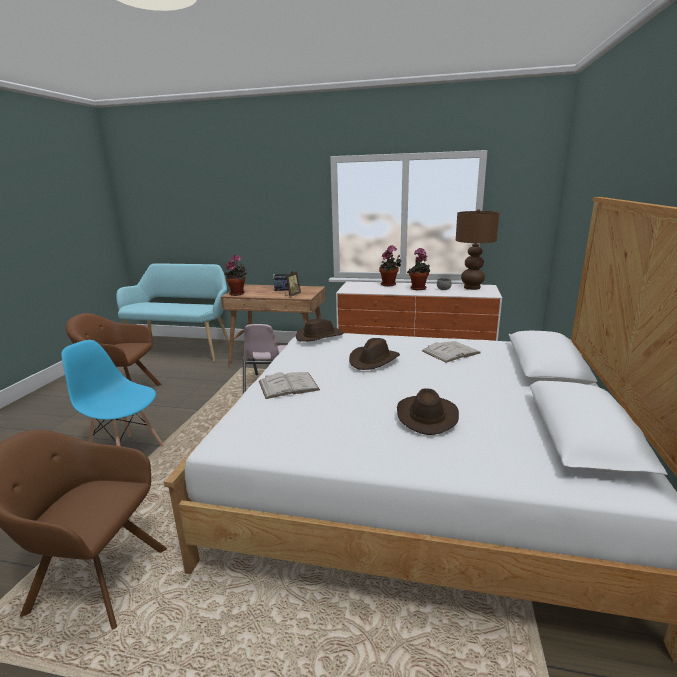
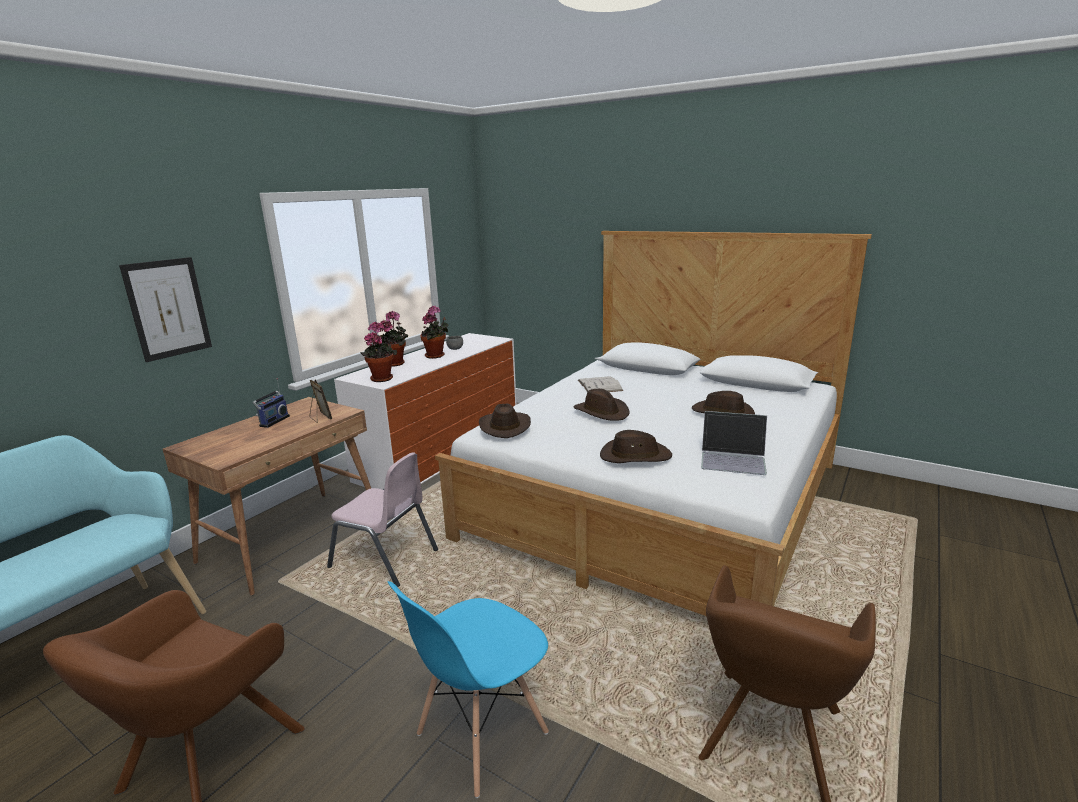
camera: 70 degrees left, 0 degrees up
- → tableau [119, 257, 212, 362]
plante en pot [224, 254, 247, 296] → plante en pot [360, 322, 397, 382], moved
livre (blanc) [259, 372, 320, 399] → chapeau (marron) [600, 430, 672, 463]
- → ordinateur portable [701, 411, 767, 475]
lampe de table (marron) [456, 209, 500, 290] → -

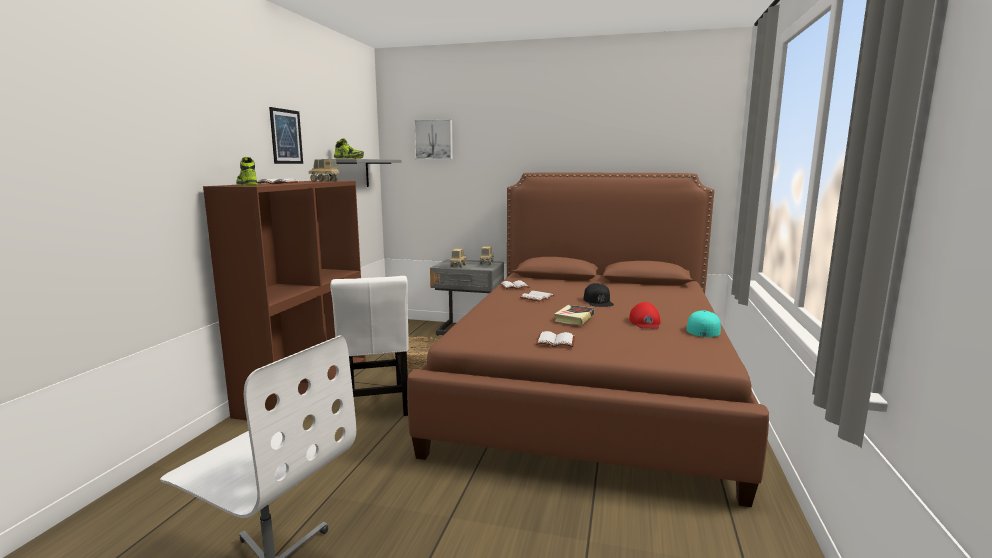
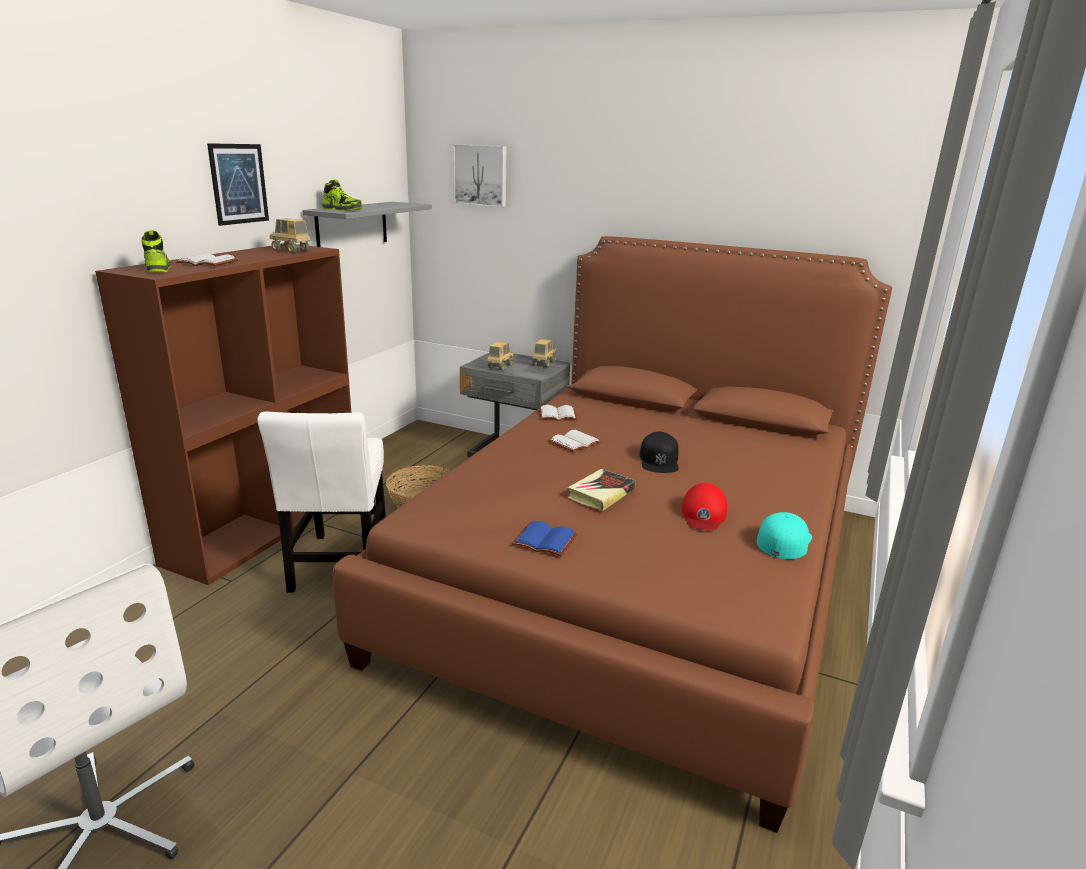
camera: 10 degrees right, 10 degrees up
livre (blanc) [536, 331, 575, 347] → livre (bleu) [511, 521, 578, 557]

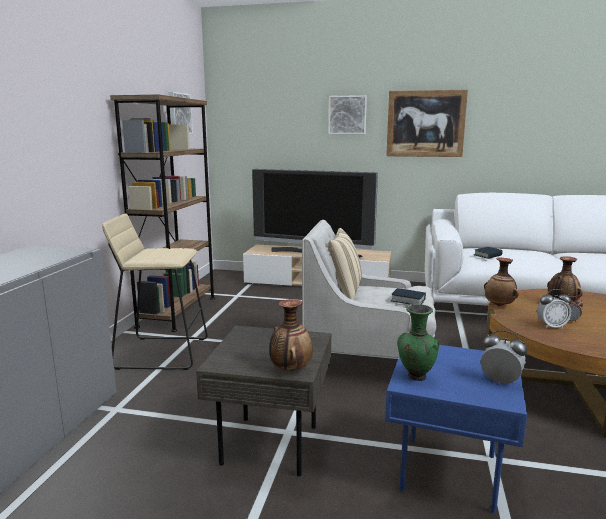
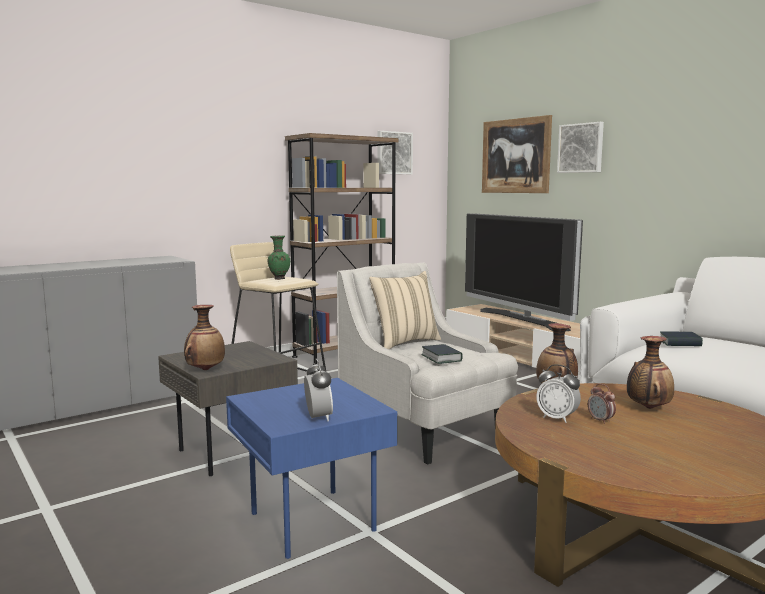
camera: 40 degrees right, 5 degrees down
vase (vert) [397, 304, 439, 381] → vase (vert) [268, 235, 290, 280], moved
tableau [386, 90, 468, 157] → tableau [482, 115, 552, 193], moved

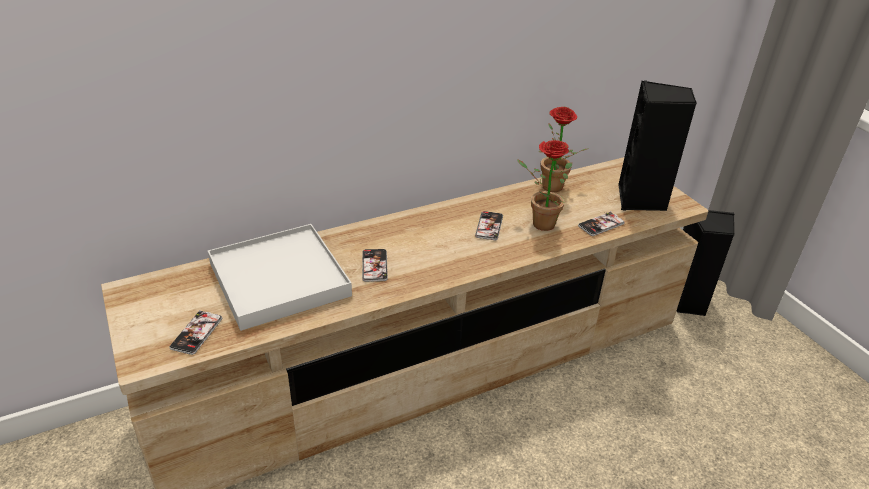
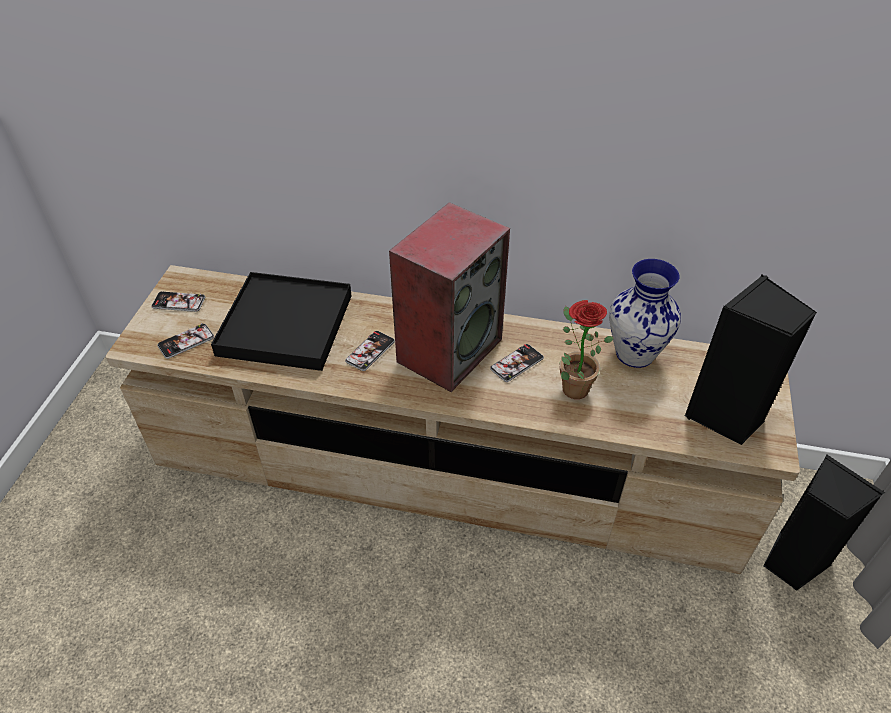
camera: 40 degrees right, 10 degrees up
téléphone [578, 211, 625, 236] → téléphone [151, 291, 206, 312], moved
plateau (blanc) [208, 224, 352, 331] → plateau (noir) [211, 272, 352, 371]
- → enceinte [389, 202, 510, 392]
plante en pot [538, 107, 587, 192] → vase [609, 259, 681, 368]

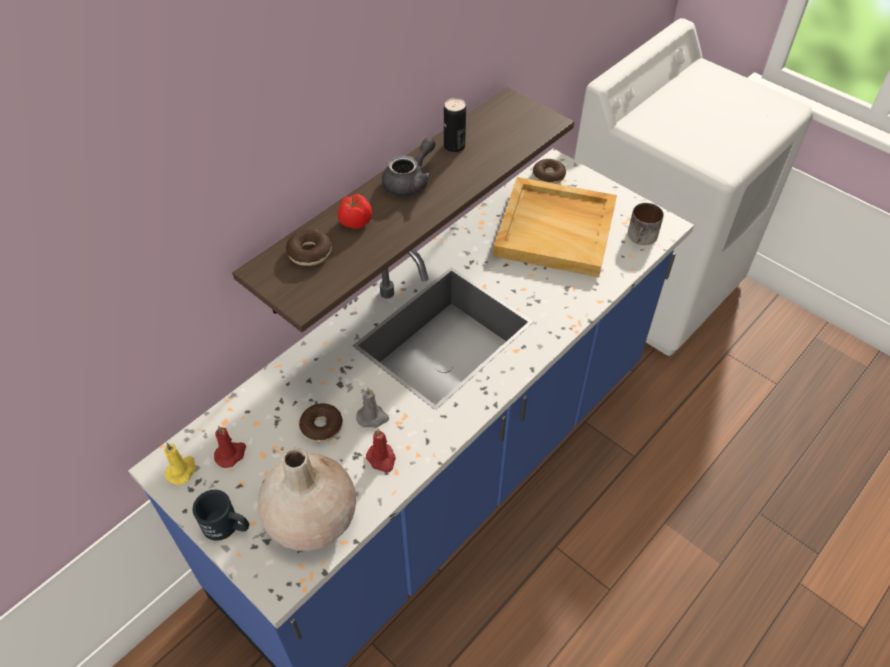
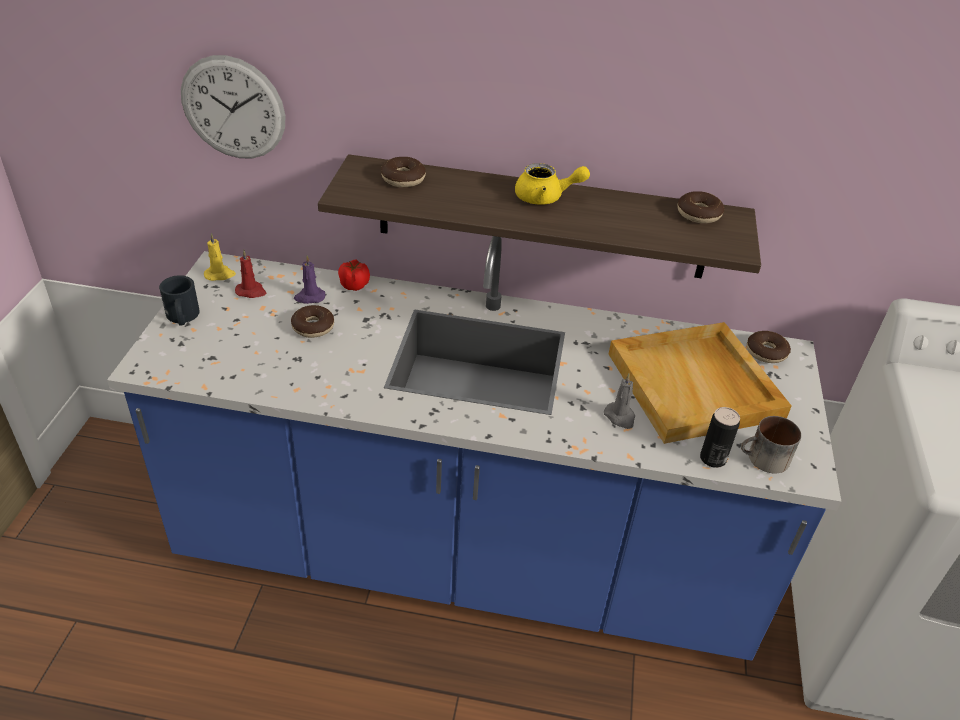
camera: 55 degrees right, 10 degrees down
- → horloge murale [181, 55, 285, 158]
- → bougie (violet) [294, 255, 325, 304]
tomate [338, 194, 372, 229] → tomate [338, 259, 370, 291], moved
théière (gris) [382, 137, 435, 197] → théière (jaune) [515, 163, 590, 205]
bougie (gris) [356, 387, 389, 428] → bougie (gris) [604, 374, 635, 429], moved
- → beignet [677, 191, 724, 223]
boîte métallique [444, 98, 466, 152] → boîte métallique [700, 407, 740, 468], moved
vase (beige) [258, 448, 356, 551] → -
bougie (rouge) [366, 429, 396, 473] → -

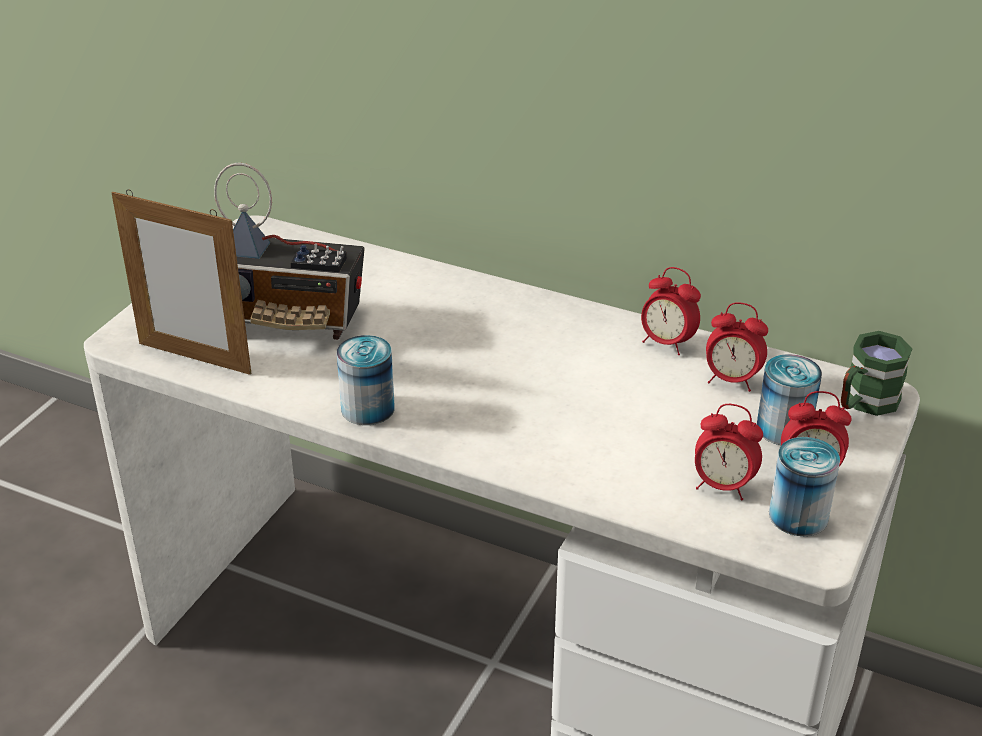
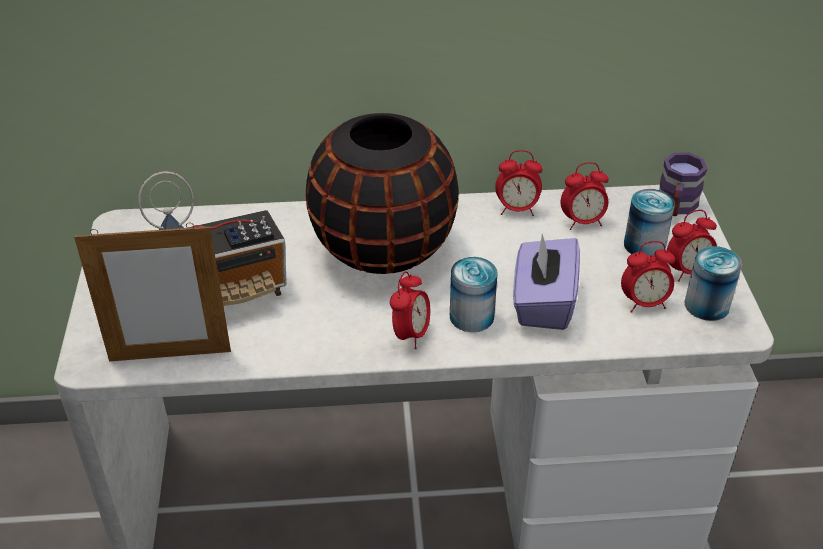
camera: 30 degrees left, 5 degrees up
- → vase (noir) [306, 113, 459, 274]
- → réveil [390, 271, 430, 349]
boîte métallique [337, 335, 395, 425] → boîte métallique [450, 257, 498, 332], moved
- → boîte à mouchoirs (violet) [513, 234, 580, 330]
mug (vert) [841, 331, 912, 416] → mug (violet) [659, 152, 708, 216]

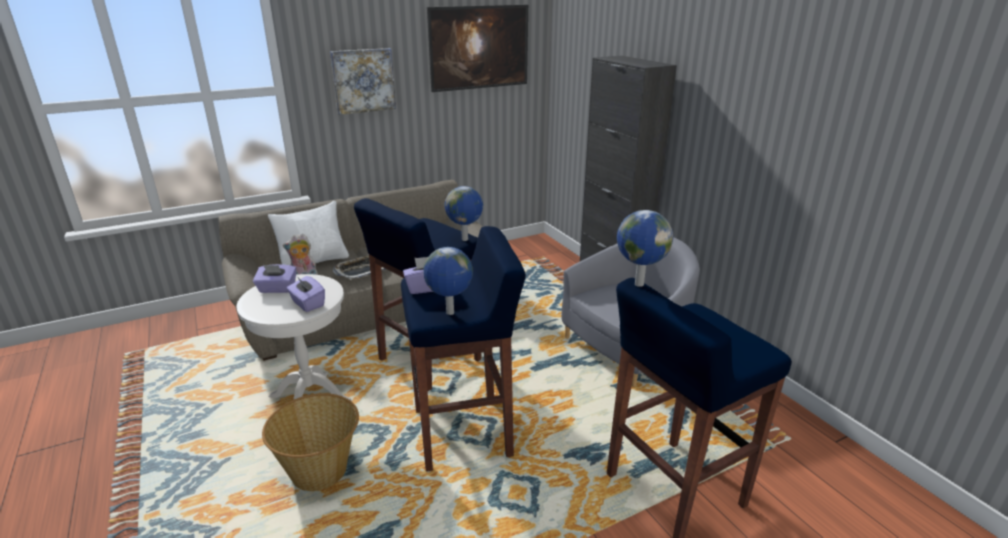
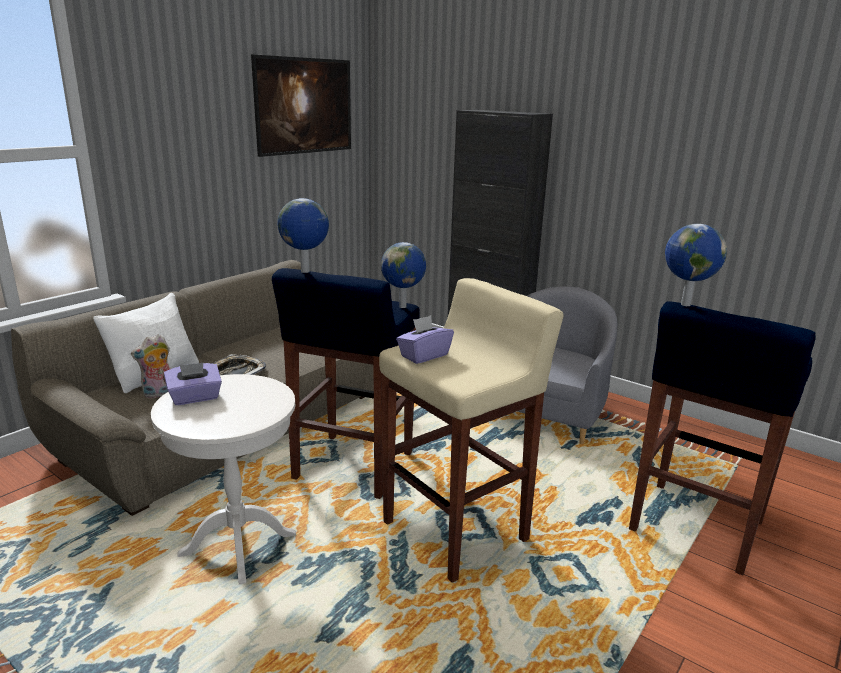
camera: 25 degrees left, 5 degrees down
globe [423, 247, 473, 315] → globe [277, 198, 329, 273], moved
tabouret (bleu) [401, 226, 526, 472] → tabouret (beige) [379, 278, 564, 583]
panier [262, 393, 359, 491] → -
boîte à mouchoirs (violet) [287, 276, 325, 312] → -
tableau [330, 48, 396, 115] → -

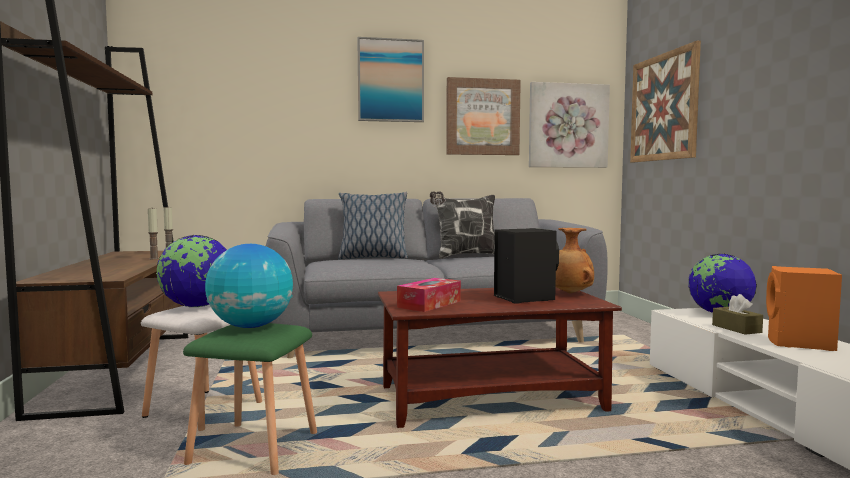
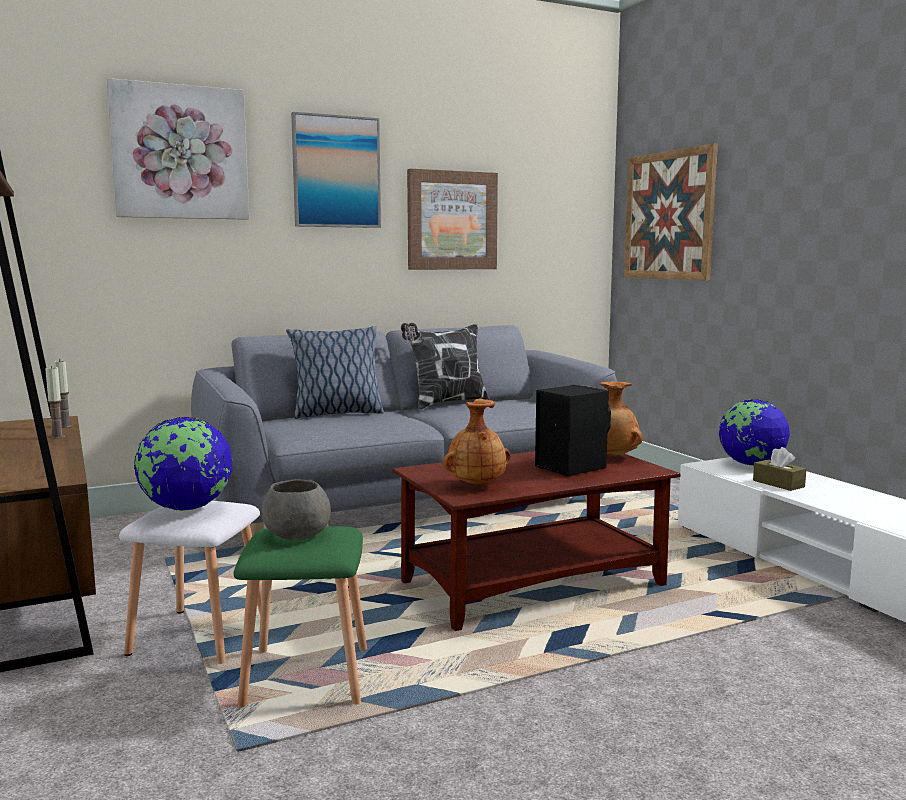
camera: 15 degrees left, 5 degrees up
tableau [529, 82, 610, 168] → tableau [107, 78, 249, 220], moved
globe [205, 244, 293, 328] → bol (gris) [261, 479, 331, 540]
boîte à mouchoirs [397, 278, 461, 312] → vase (marron) [443, 399, 511, 485]
enceinte (orange) [766, 266, 842, 351] → -

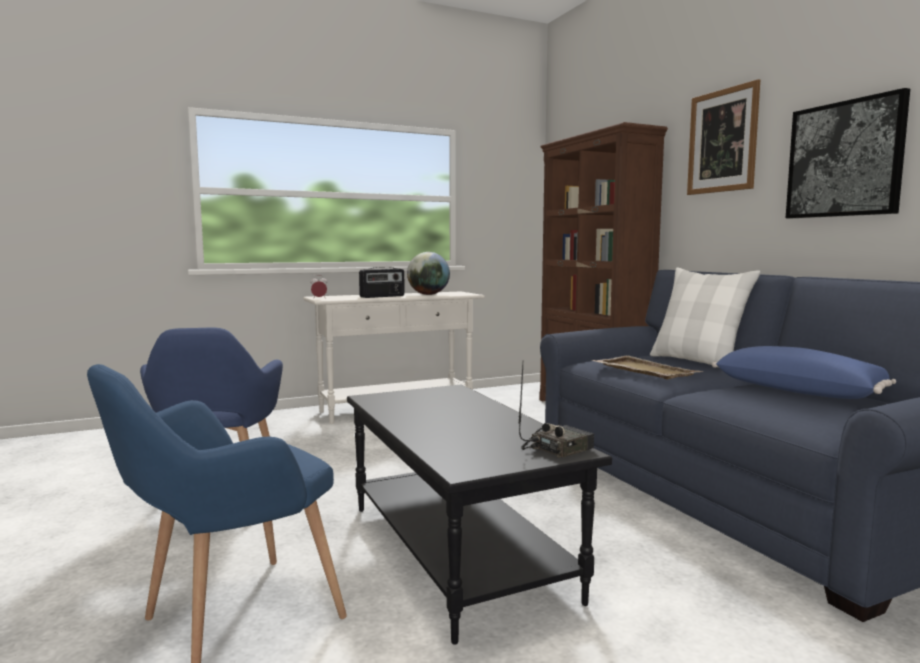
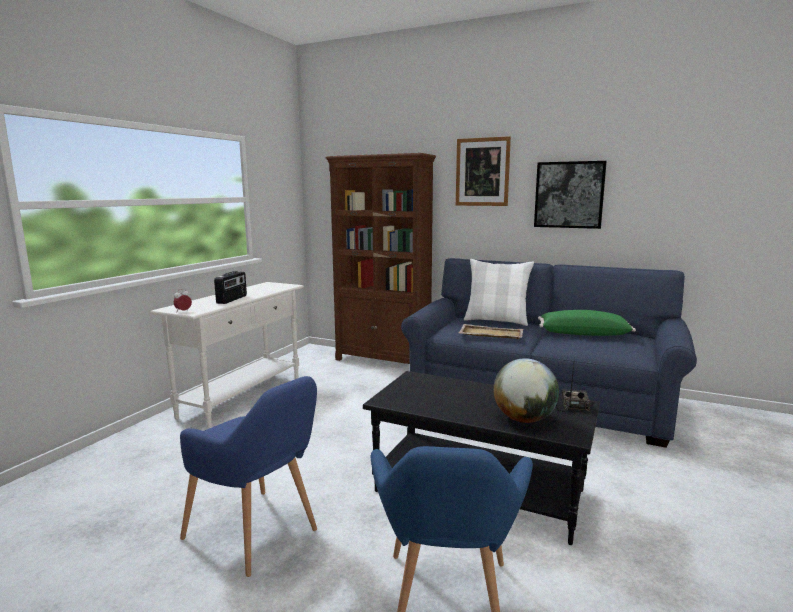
camera: 40 degrees left, 5 degrees up
globe [407, 252, 450, 295] → globe [493, 358, 559, 423], moved
coussin (bleu) [712, 346, 896, 399] → coussin (vert) [538, 310, 636, 336]

